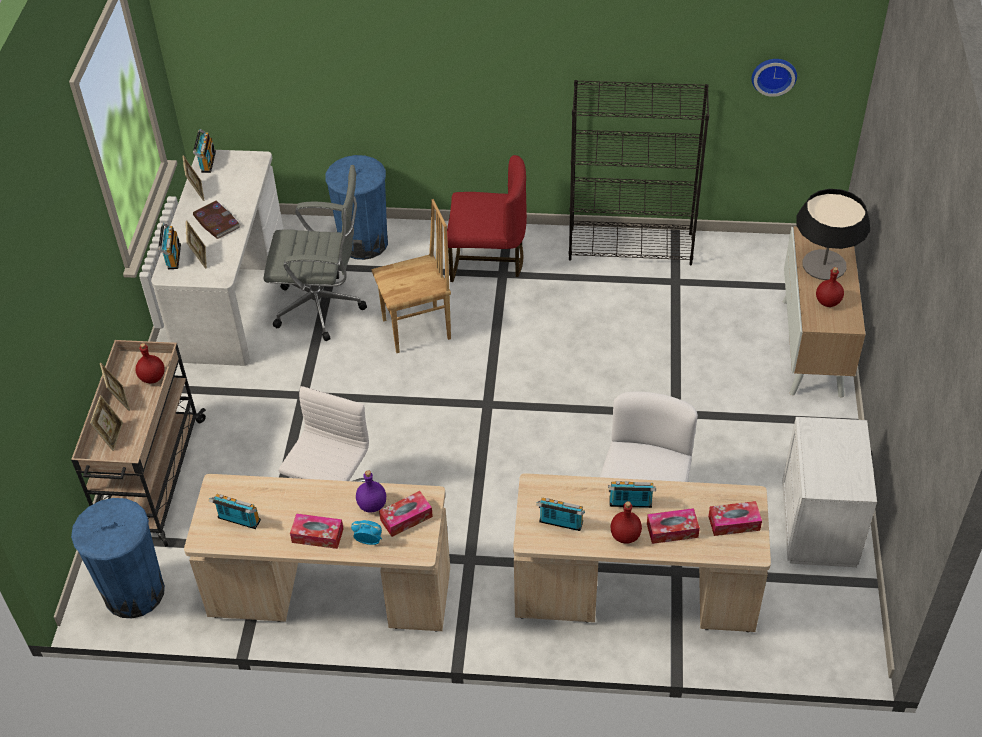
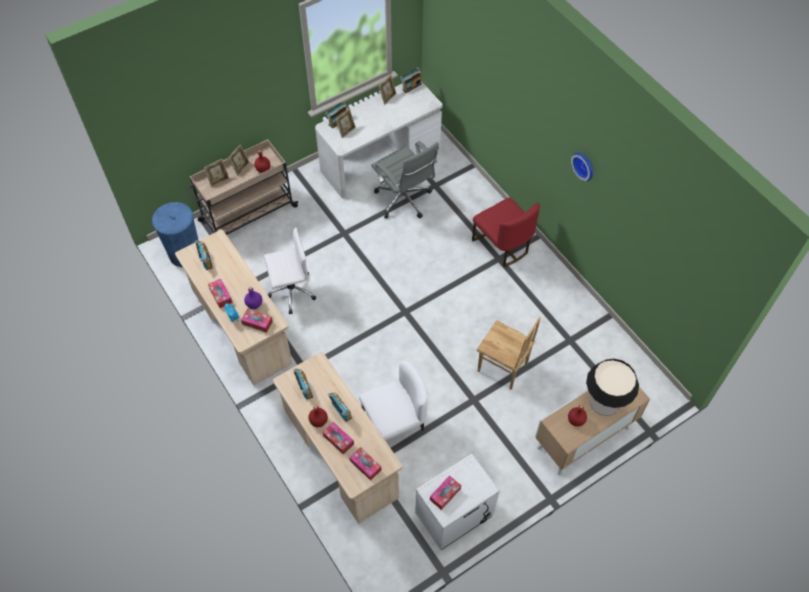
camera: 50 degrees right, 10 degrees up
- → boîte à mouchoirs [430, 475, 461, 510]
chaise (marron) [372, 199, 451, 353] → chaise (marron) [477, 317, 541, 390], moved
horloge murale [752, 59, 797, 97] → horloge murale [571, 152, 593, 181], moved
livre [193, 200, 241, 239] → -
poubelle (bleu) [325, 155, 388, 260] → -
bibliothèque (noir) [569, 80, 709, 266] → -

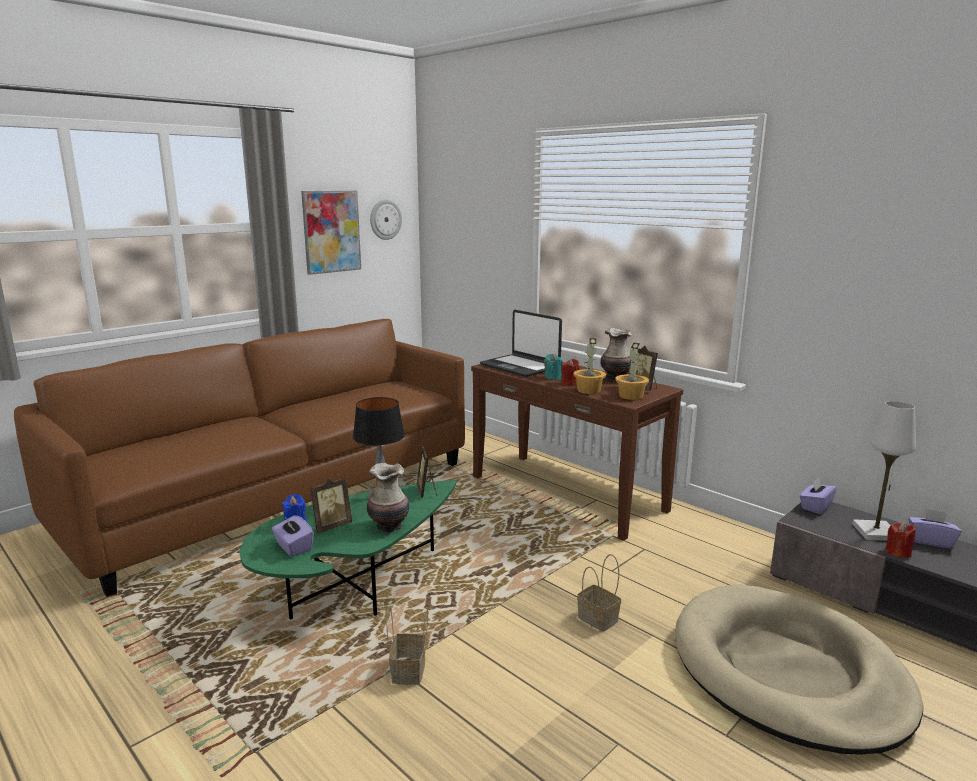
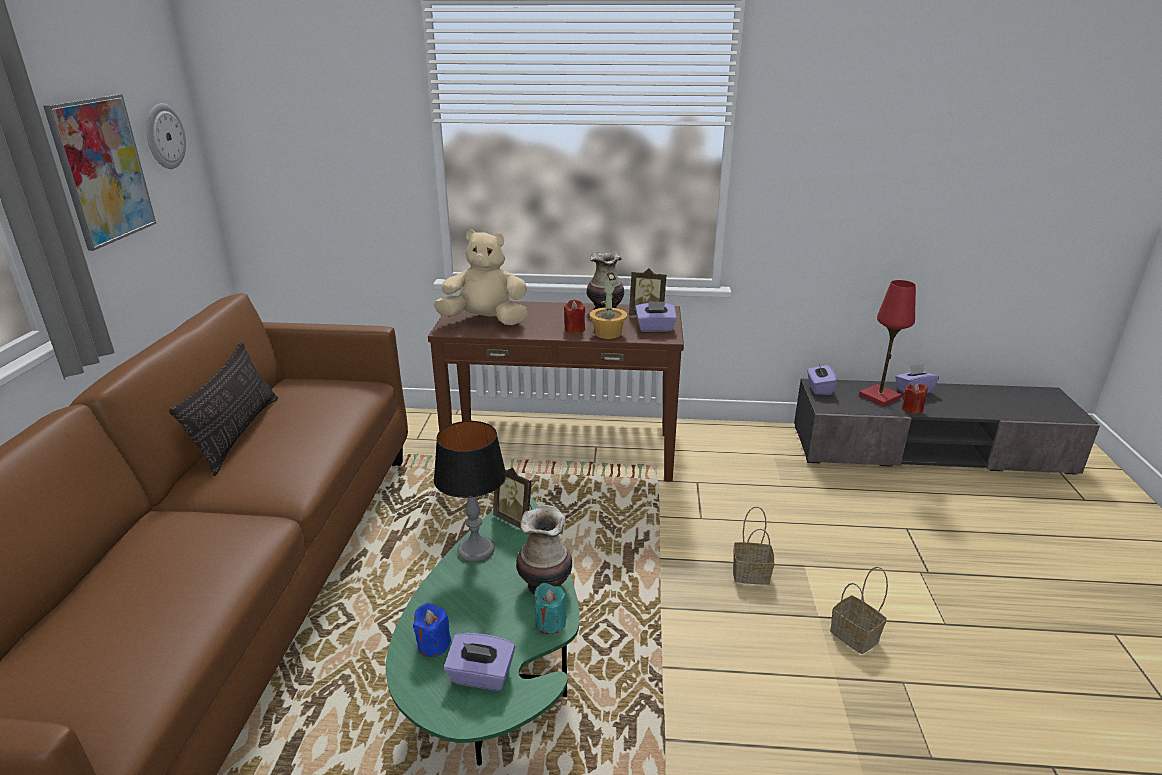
camera: 40 degrees left, 10 degrees up
- → coussin [169, 341, 278, 476]
ordinateur portable [480, 310, 562, 377] → peluche (beige) [434, 229, 527, 325]
bougie (turquoise) [544, 354, 562, 380] → bougie (turquoise) [535, 583, 567, 634], moved
plante en pot [615, 342, 649, 400] → boîte à mouchoirs (violet) [635, 301, 677, 332]
panier [387, 606, 428, 685] → panier [830, 567, 888, 654], moved
lampe de table (blanc) [852, 401, 916, 541] → lampe de table (rouge) [859, 280, 916, 406]
cadre photo [310, 478, 352, 533] → -
panier pour chien (beige) [675, 584, 923, 755] → -

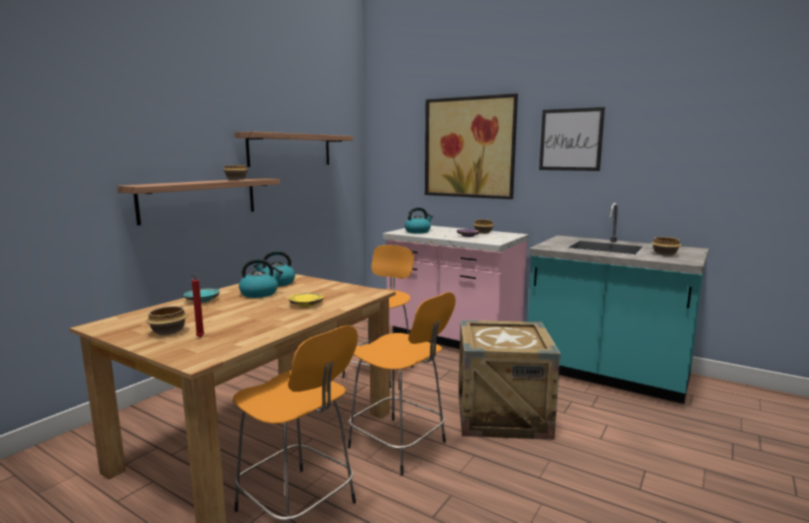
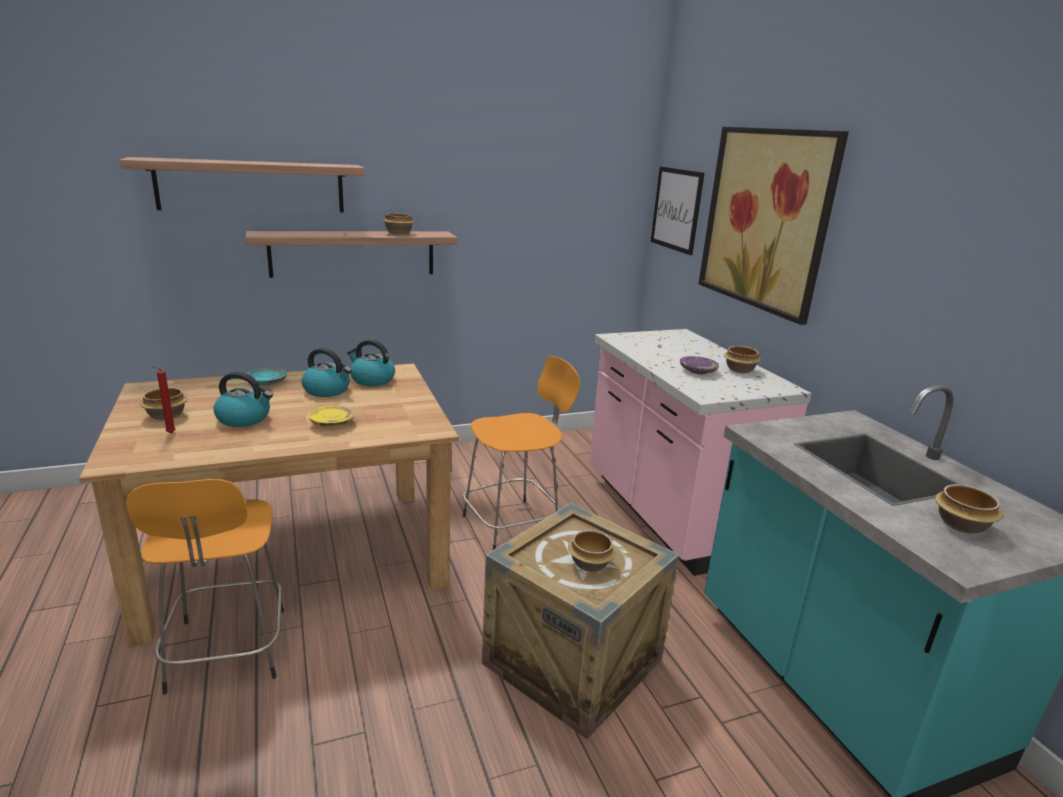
camera: 35 degrees right, 10 degrees up
étagère [235, 132, 353, 167] → étagère [120, 157, 365, 212], moved
bouilloire [405, 207, 433, 234] → bouilloire [213, 372, 273, 427], moved
- → bol [568, 530, 616, 572]
tableau [539, 107, 605, 171] → tableau [651, 166, 705, 255], moved
tabouret (orange) [348, 292, 456, 476] → -

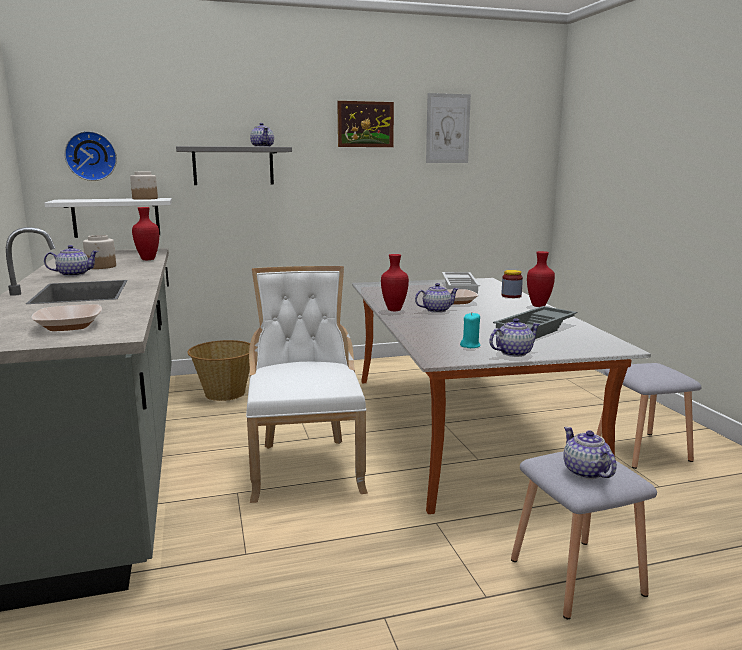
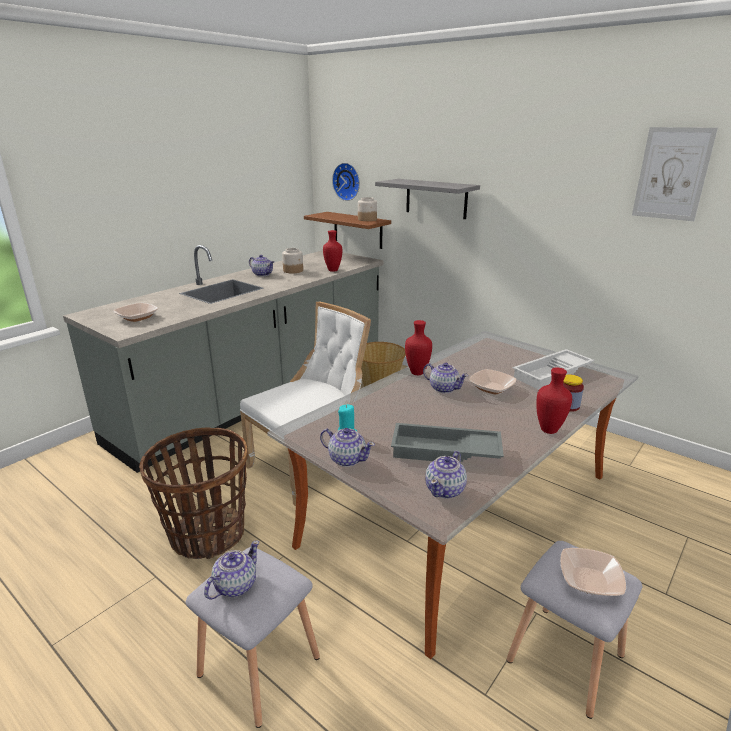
camera: 55 degrees right, 10 degrees up
- → panier [139, 427, 248, 559]
étagère (blanc) [44, 198, 172, 238] → étagère (marron) [304, 212, 391, 249]
théière [250, 123, 274, 147] → théière [425, 451, 467, 499], moved
- → bol [560, 548, 626, 596]
tableau [337, 101, 394, 147] → -

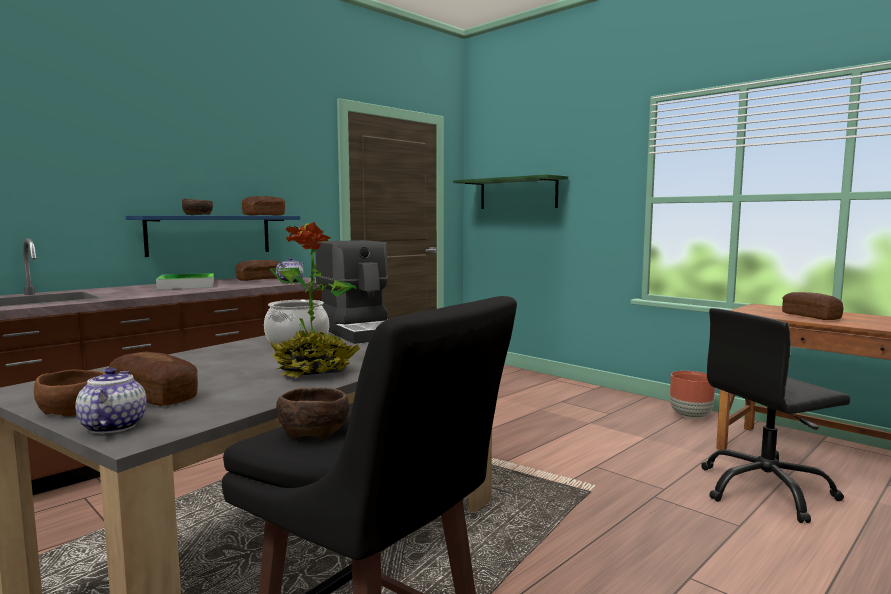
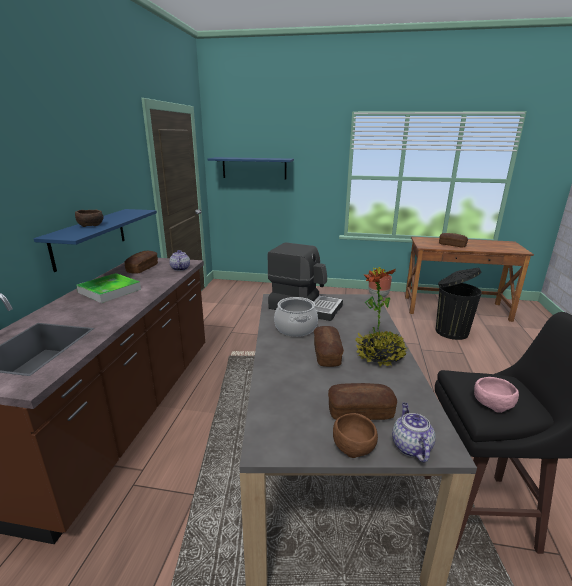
camera: 35 degrees left, 15 degrees up
étagère (vert) [453, 174, 568, 209] → étagère (bleu) [208, 157, 294, 180]
pain [242, 196, 285, 216] → pain [314, 326, 344, 367], moved
théière [75, 367, 147, 434] → théière [392, 403, 435, 462], 45 degrees clockwise
chaise de bureau (noir) [701, 308, 851, 523] → poubelle (noir) [435, 268, 482, 340]
bol (marron) [276, 387, 349, 440] → bol (rose) [474, 377, 519, 413]

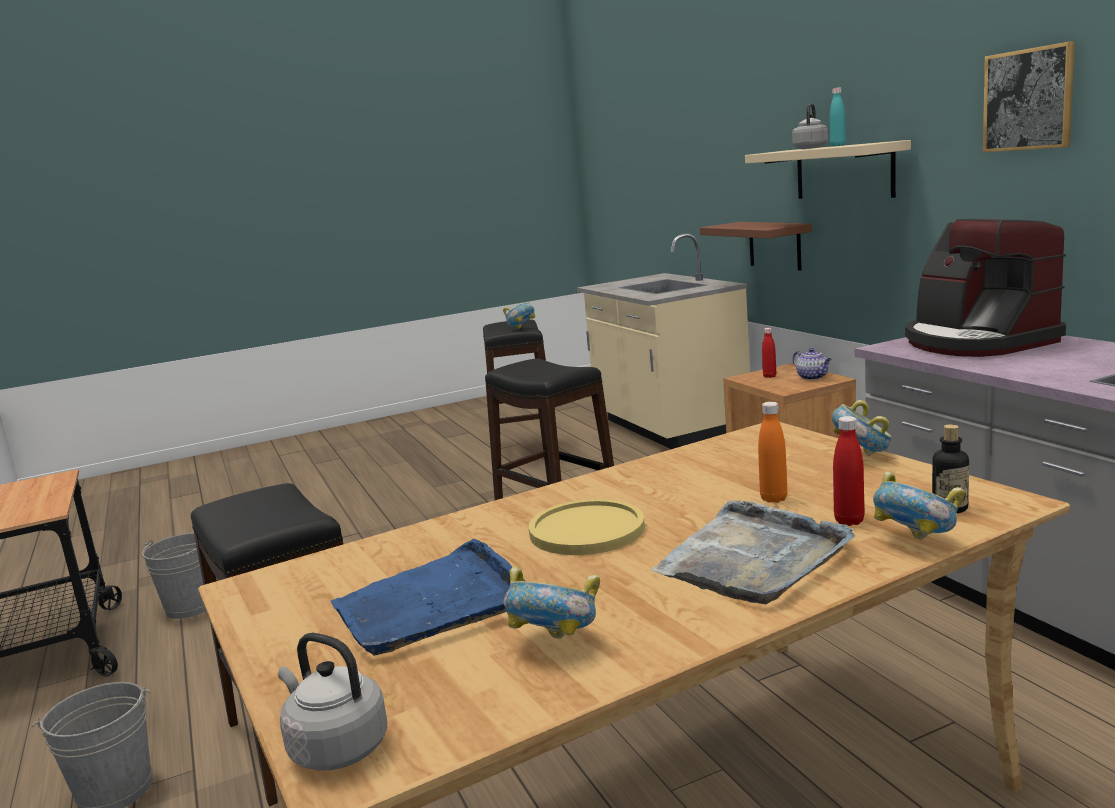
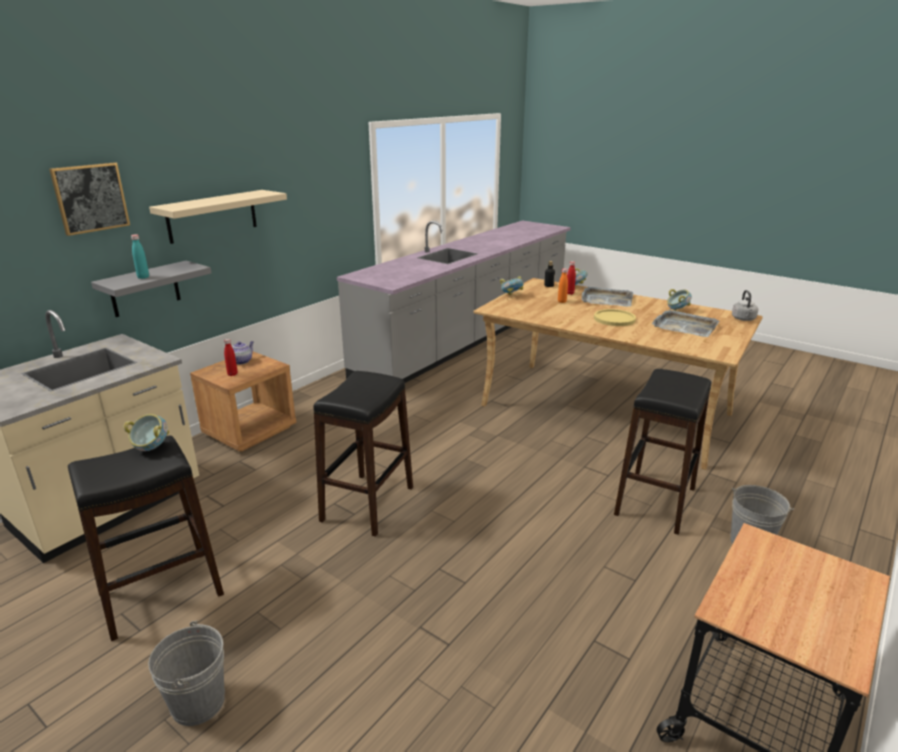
camera: 120 degrees left, 10 degrees up
tableau [983, 41, 1075, 152] → tableau [49, 162, 130, 236], moved
étagère (marron) [700, 222, 812, 271] → étagère (gris) [91, 261, 211, 317]
bouteille (turquoise) [830, 87, 846, 147] → bouteille (turquoise) [131, 234, 149, 279], moved
seau (gris) [142, 533, 206, 619] → seau (gris) [148, 620, 225, 726], moved
plateau (bleu) [331, 539, 526, 656] → plateau (gris) [652, 309, 719, 337]
bouilloire (gris) [792, 104, 828, 149] → -
machine à café [905, 219, 1066, 357] → -

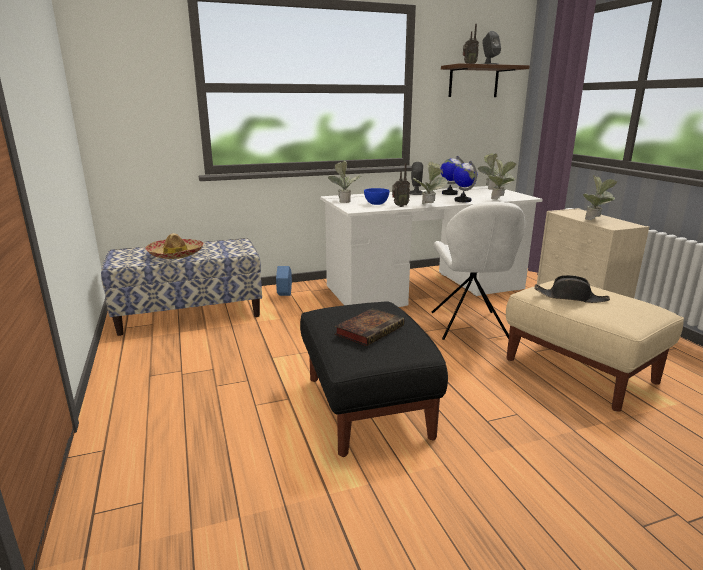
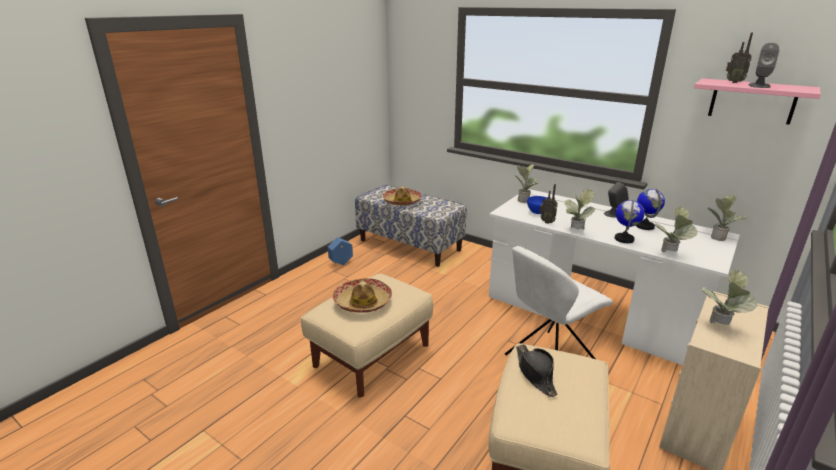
camera: 55 degrees right, 5 degrees up
pouf (noir) [300, 301, 448, 457] → pouf (beige) [301, 273, 433, 398]
cache-pot (bleu) [276, 266, 292, 296] → cache-pot (bleu) [328, 237, 353, 265], moved
livre [335, 308, 404, 346] → chapeau [333, 278, 392, 313]
étagère (marron) [441, 63, 530, 97] → étagère (rose) [694, 78, 821, 125]

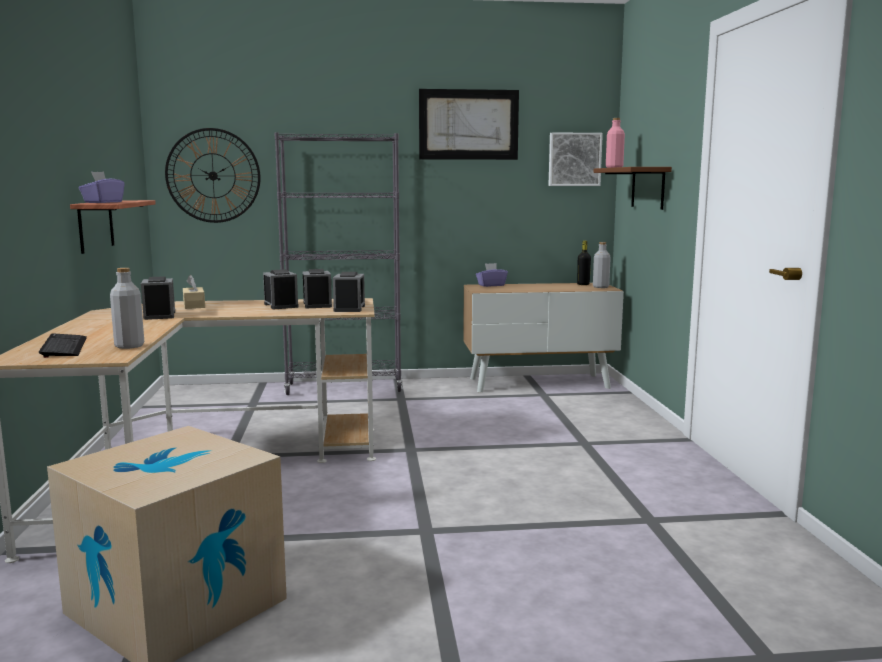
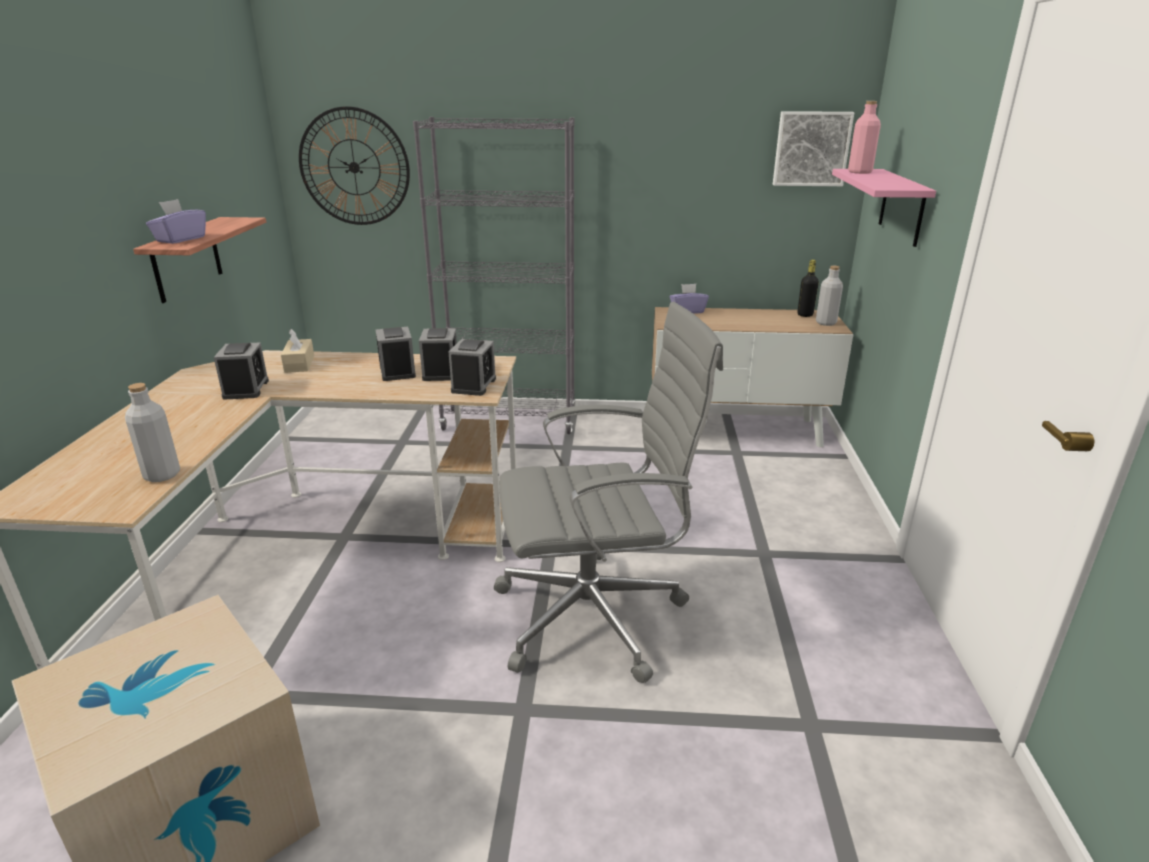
camera: 10 degrees right, 15 degrees up
- → chaise de bureau (gris) [494, 302, 723, 683]
étagère (marron) [593, 167, 672, 210] → étagère (rose) [832, 169, 936, 247]
clavier [39, 333, 87, 358] → -
tableau [419, 89, 519, 160] → -

